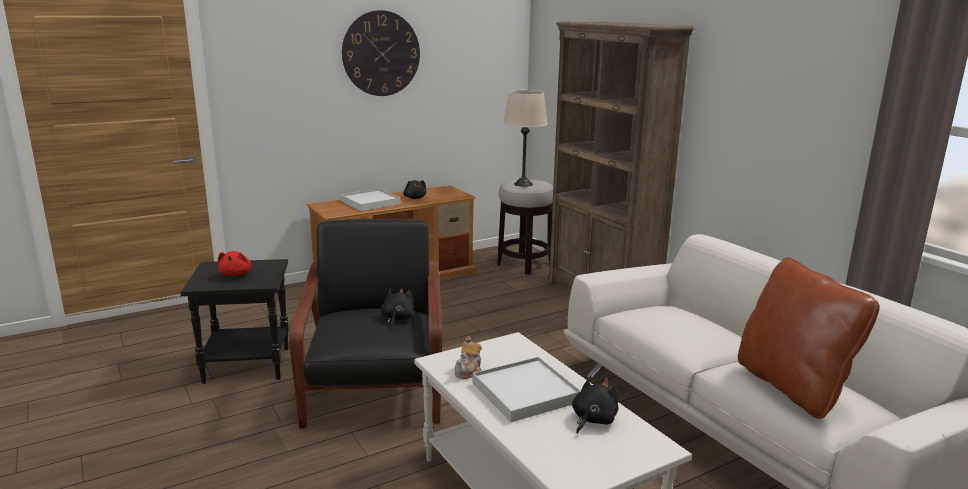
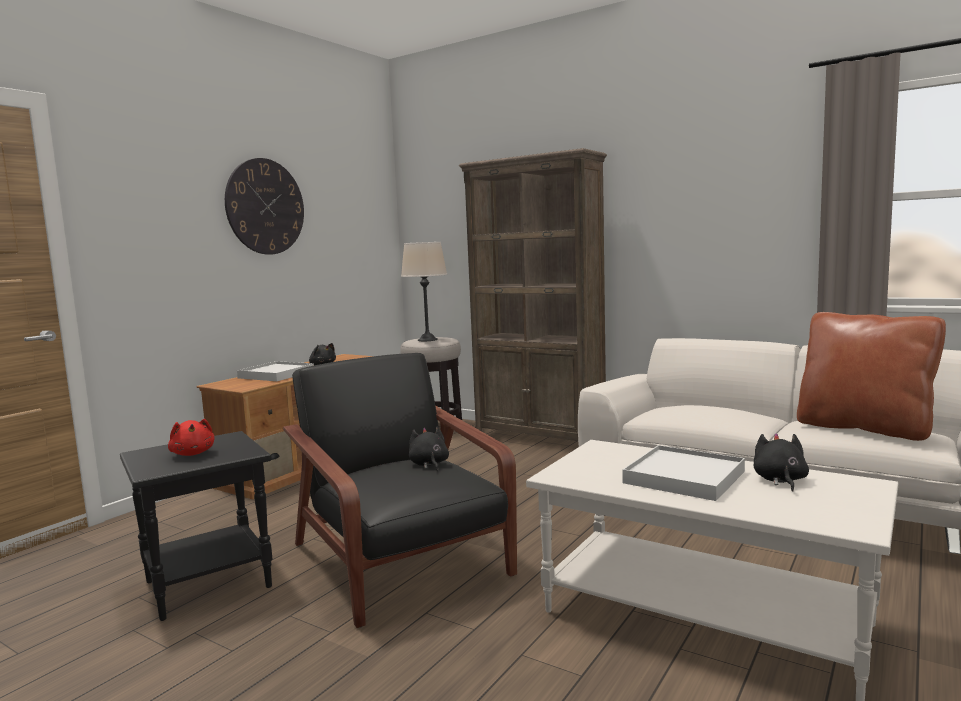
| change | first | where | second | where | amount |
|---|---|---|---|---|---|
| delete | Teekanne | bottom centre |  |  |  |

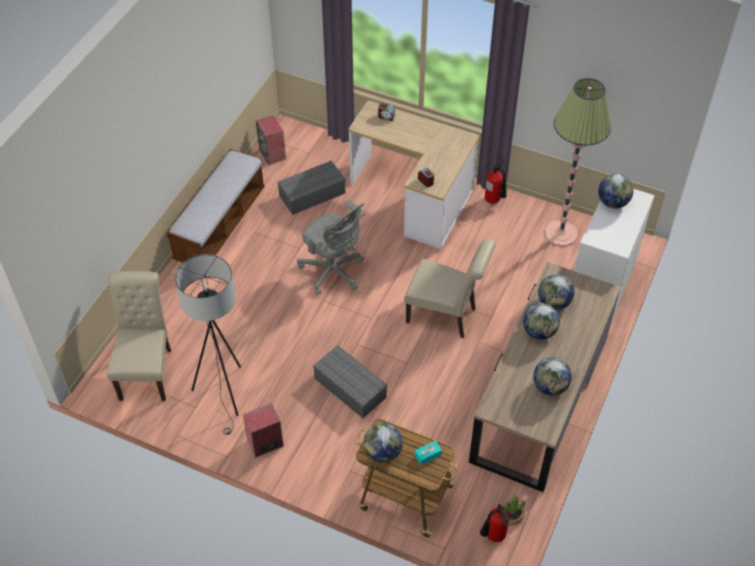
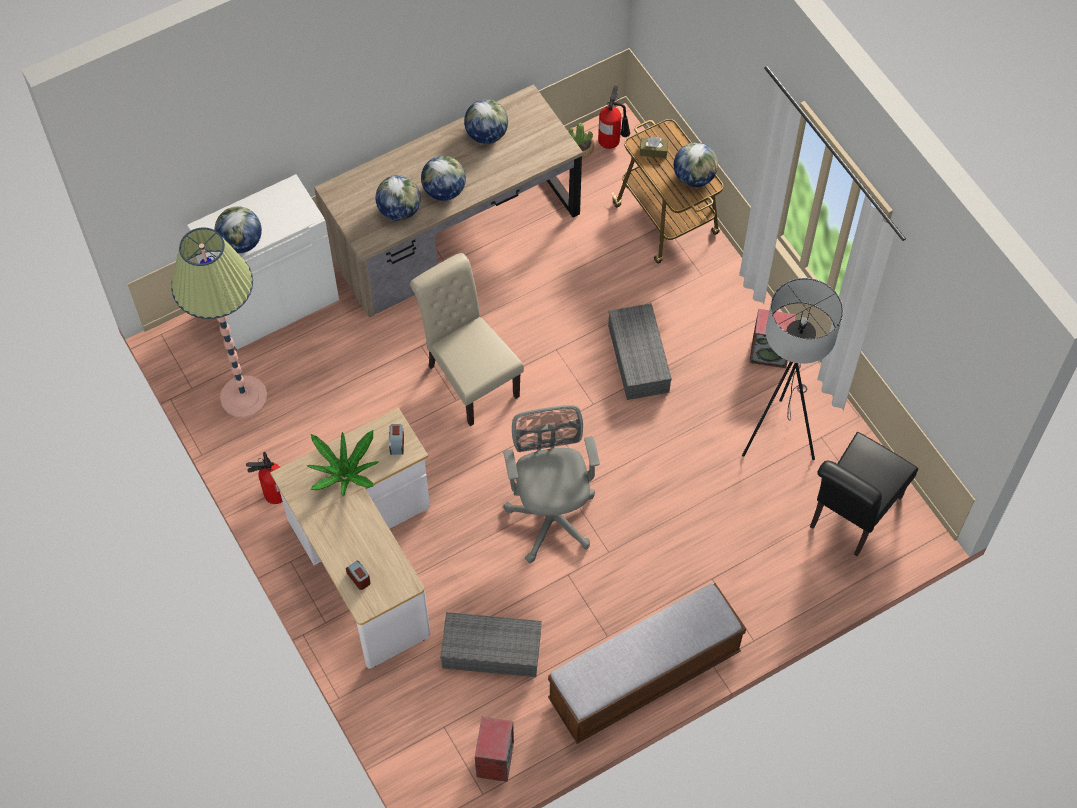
| change | first | where | second | where | amount |
|---|---|---|---|---|---|
| recolor | Stuhl/beige (1st from left) | middle left | Stuhl/schwarz | middle right |  |
| recolor | Taschentuchbox/türkis | bottom centre | Taschentuchbox/braun | top centre |  |
| insert |  |  | Topfpflanze (1st from left) | middle left |  |

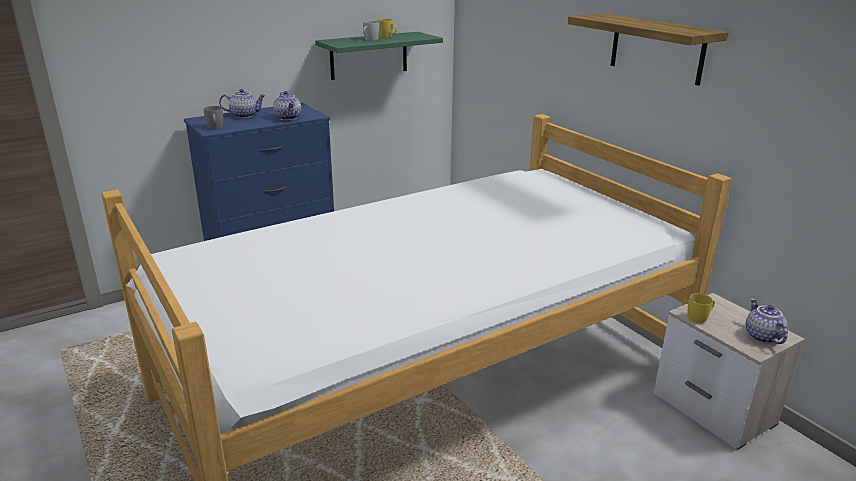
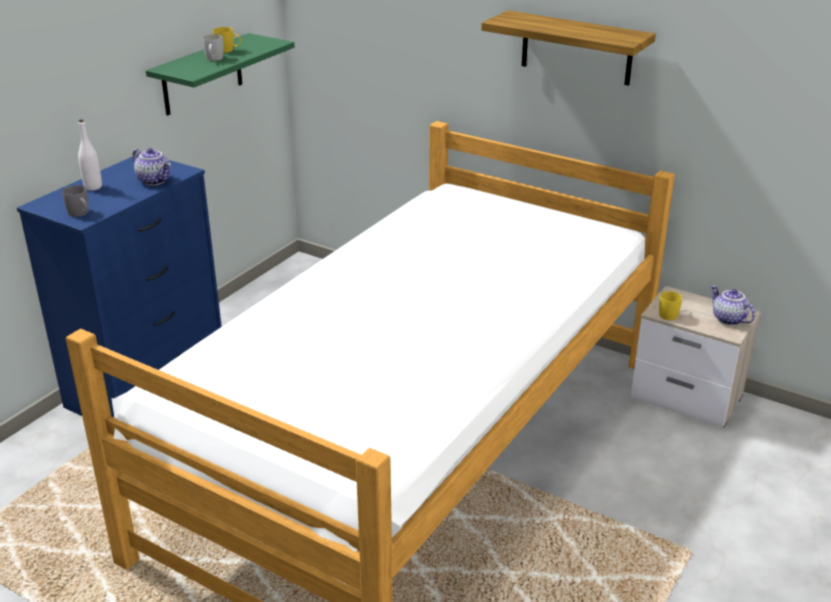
| change | first | where | second | where | amount |
|---|---|---|---|---|---|
| replace | Teekanne (1st from left) | top left | Flasche/weiß | top left |  |

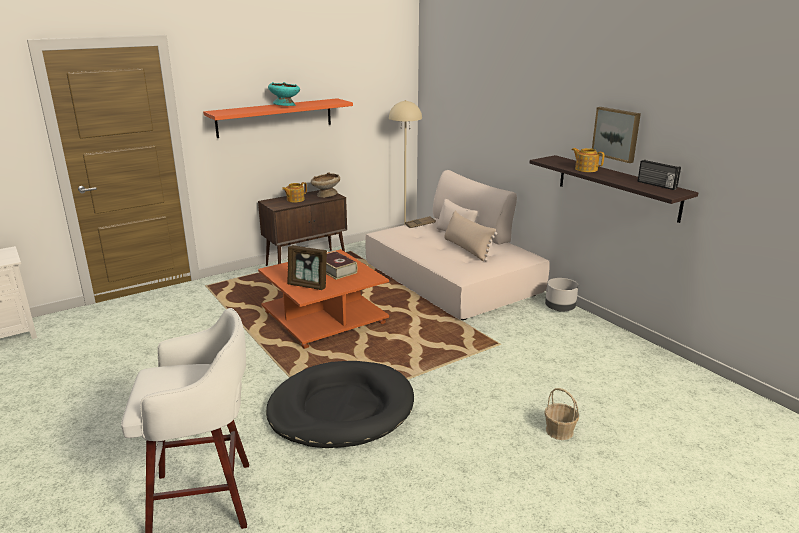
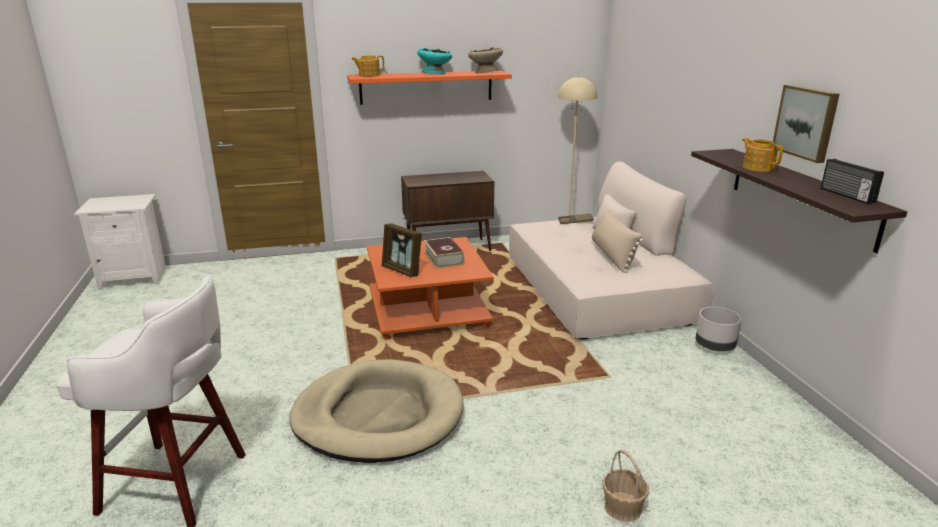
| change | first | where | second | where | amount |
|---|---|---|---|---|---|
| move | Schüssel/beige | centre |  | top centre |  |
| move | Teekanne (1st from left) | centre |  | top centre |  |
| recolor | Hundebett/schwarz | bottom centre | Hundebett/beige | bottom centre |  |

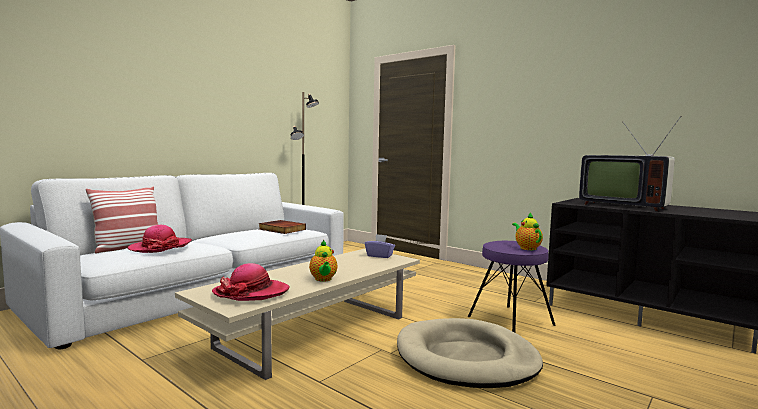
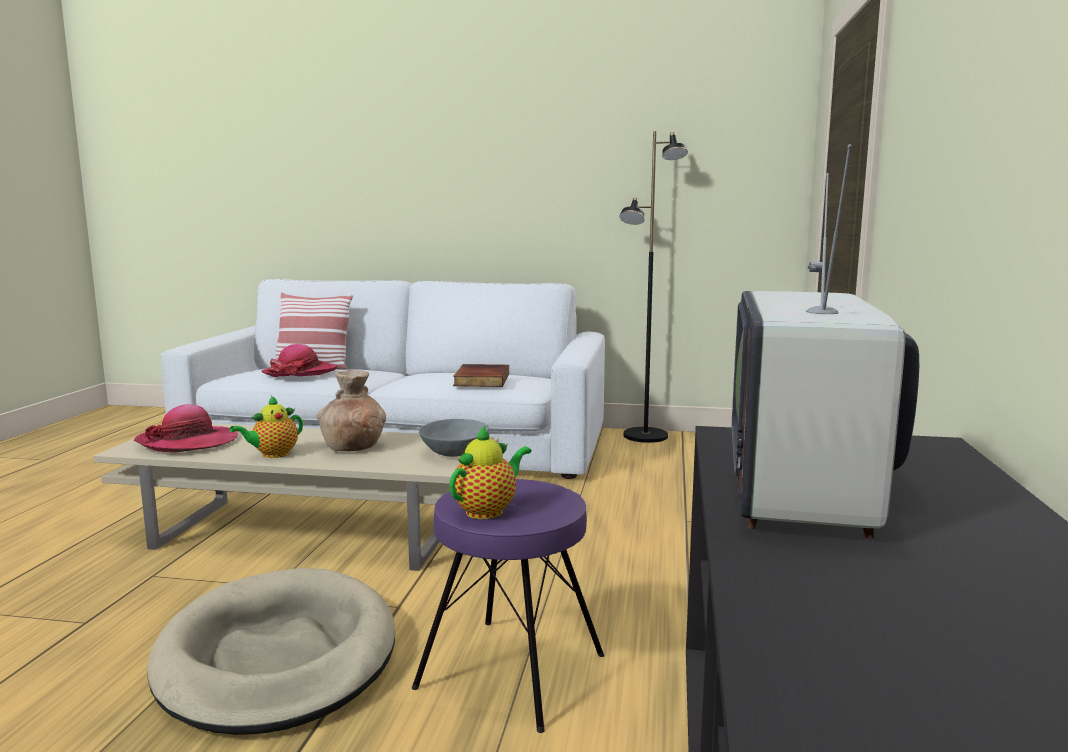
| change | first | where | second | where | amount |
|---|---|---|---|---|---|
| replace | Taschentuchbox/lila | centre | Schüssel/grau | centre |  |
| insert |  |  | Vase/braun | middle left |  |

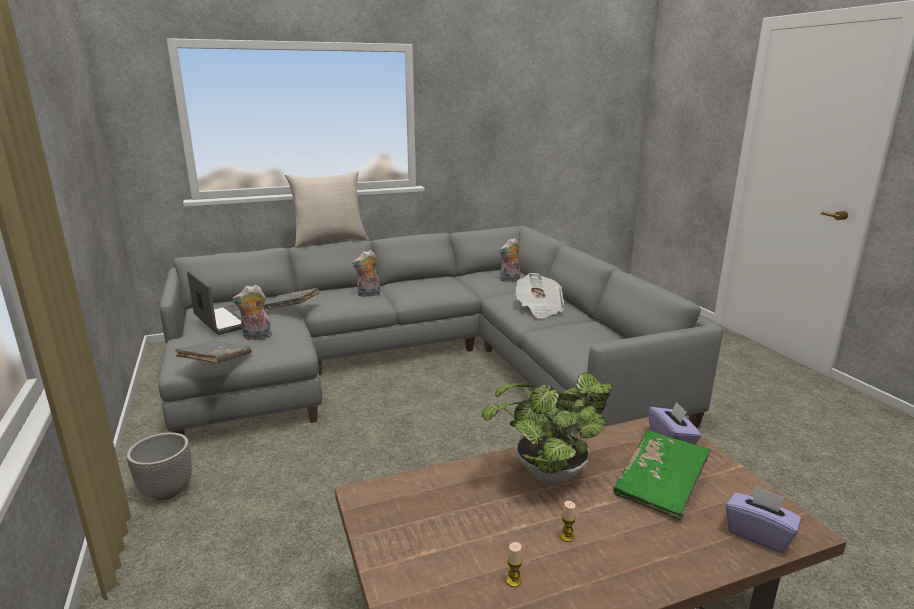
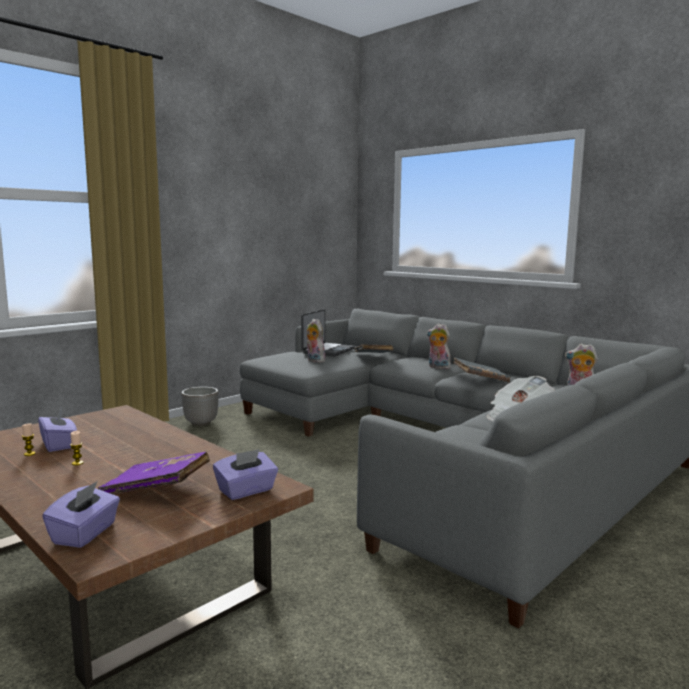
| change | first | where | second | where | amount |
|---|---|---|---|---|---|
| delete | Kissen/beige | centre |  |  |  |
| move | Buch/grau (1st from left in the first image) | middle left | Buch/grau (2nd from left) | middle right |  |
| delete | Topfpflanze | bottom centre |  |  |  |
| recolor | Buch/grün | bottom right | Buch/lila | bottom left |  |
| insert |  |  | Taschentuchbox/lila (1st from left) | middle left |  |

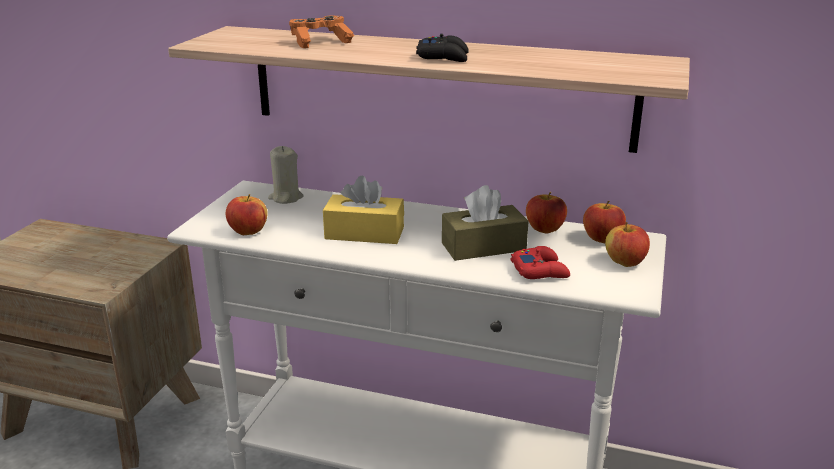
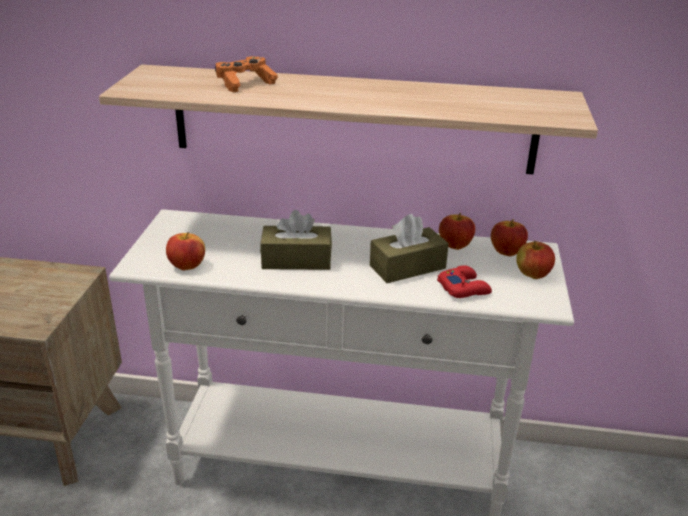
| change | first | where | second | where | amount |
|---|---|---|---|---|---|
| delete | Gamepad/schwarz | top centre |  |  |  |
| delete | Kerze/beige | centre |  |  |  |
| recolor | Taschentuchbox/gelb | centre | Taschentuchbox/braun (1st from left) | centre |  |

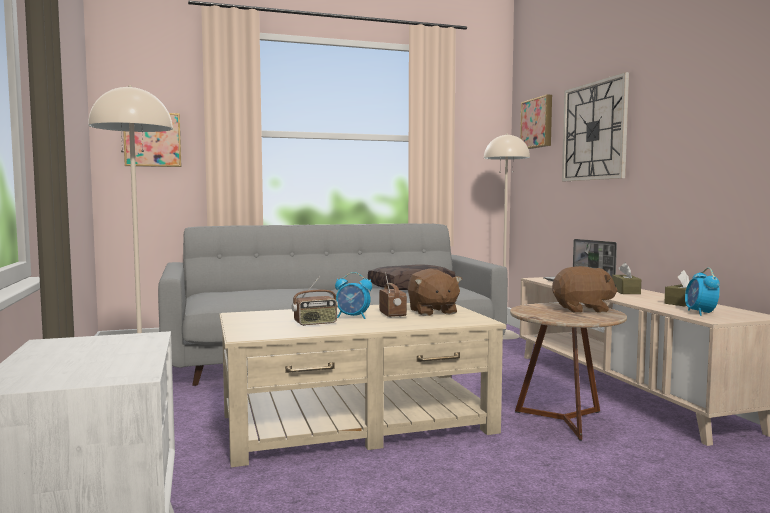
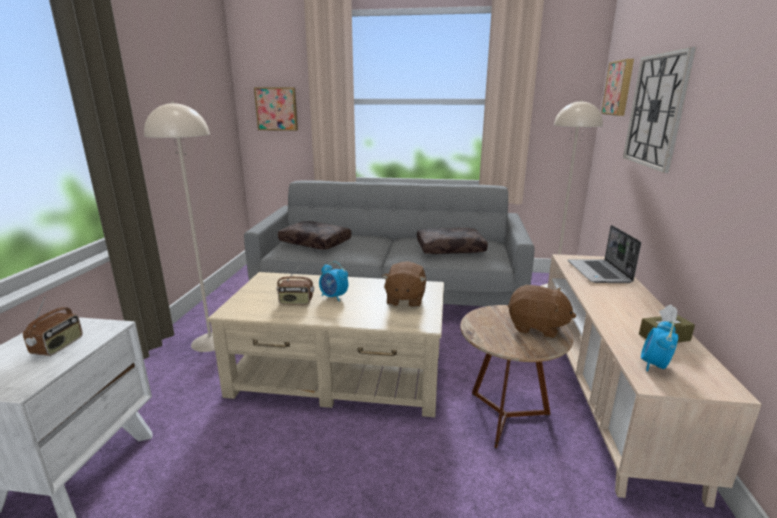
| change | first | where | second | where | amount |
|---|---|---|---|---|---|
| delete | Taschentuchbox/braun (1st from left) | middle right |  |  |  |
| move | Radio (2nd from left in the first image) | centre | Radio (1st from left) | middle left |  |
| insert |  |  | Kissen/braun (1st from left) | centre |  |

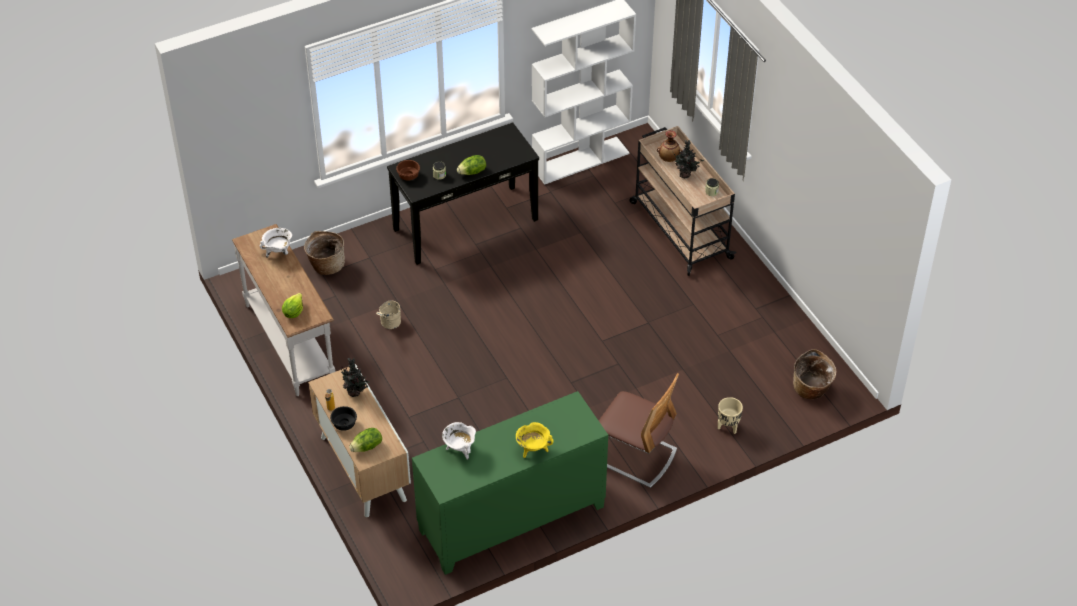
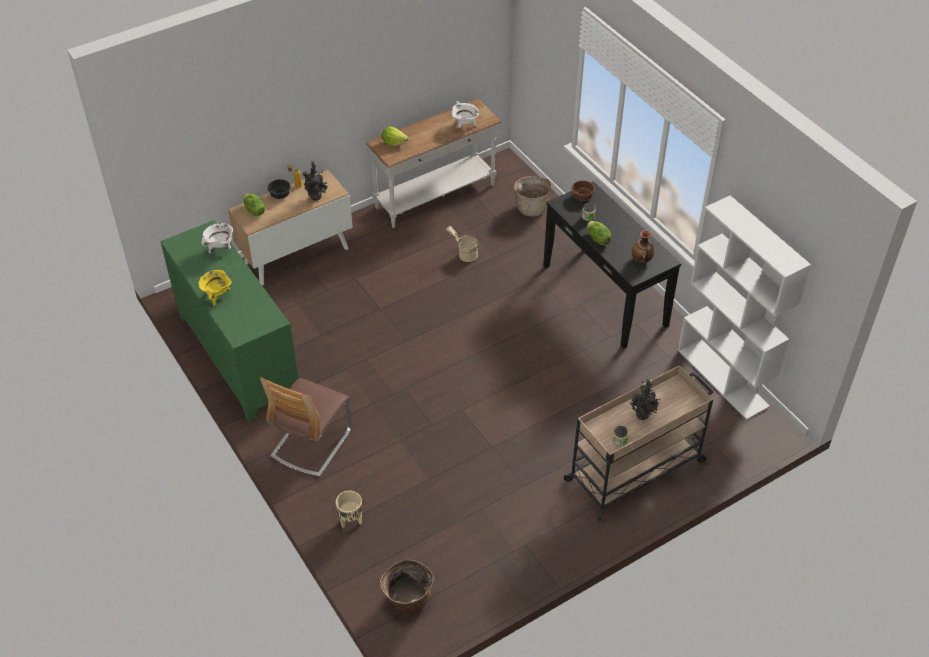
| change | first | where | second | where | amount |
|---|---|---|---|---|---|
| move | Vase | top centre |  | middle right |  |

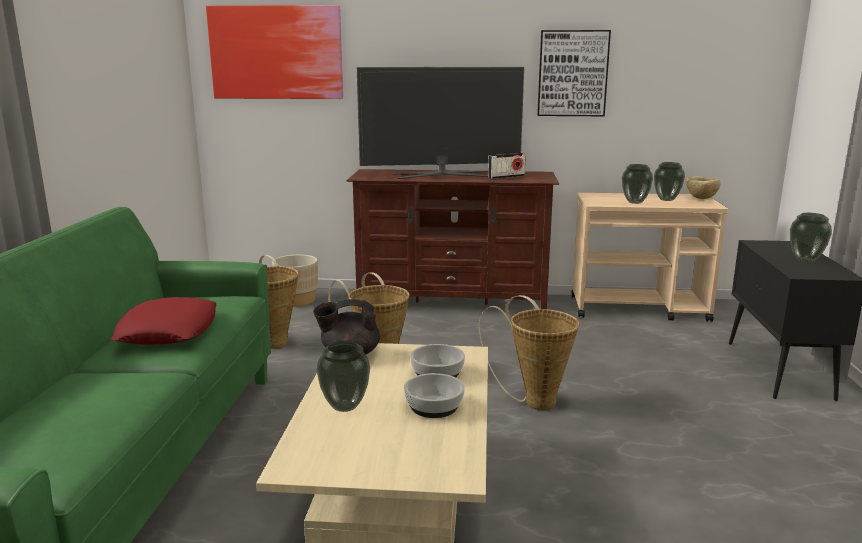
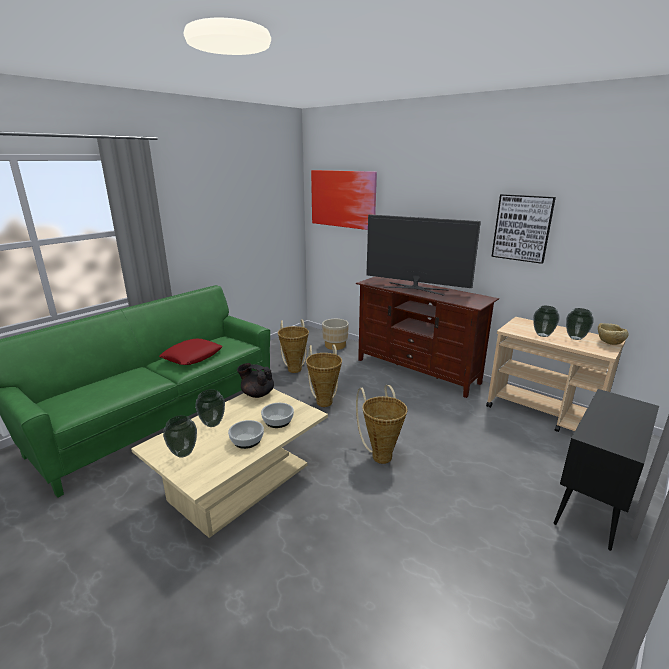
| change | first | where | second | where | amount |
|---|---|---|---|---|---|
| delete | Radio | top centre |  |  |  |
| move | Vase (4th from left in the first image) | middle right | Vase (1st from left) | middle left |  |

